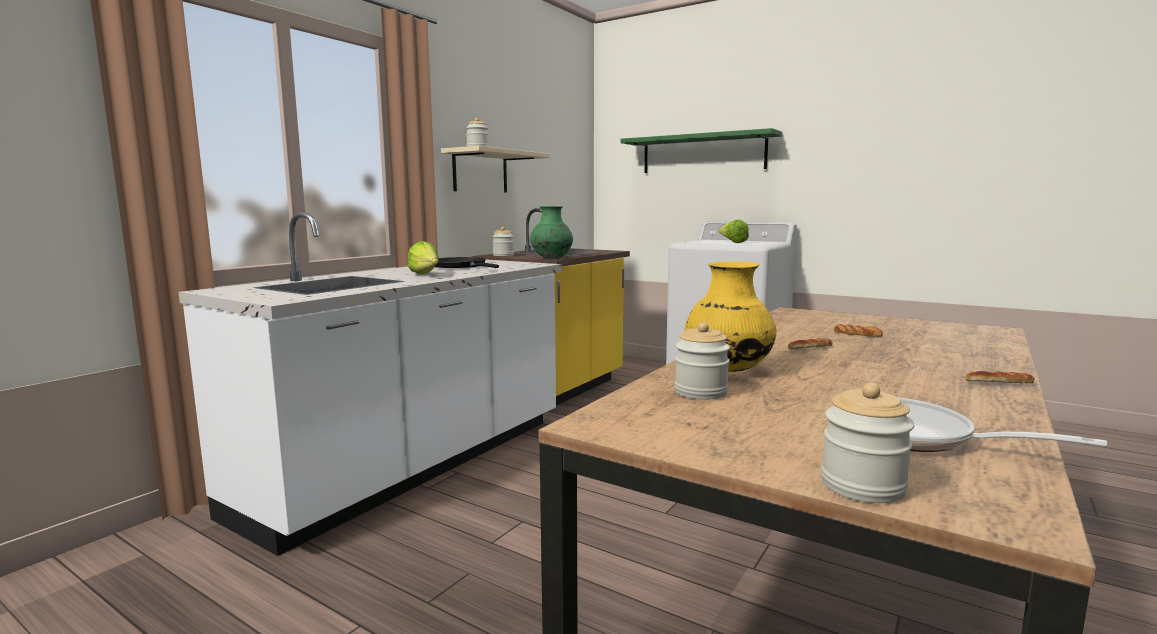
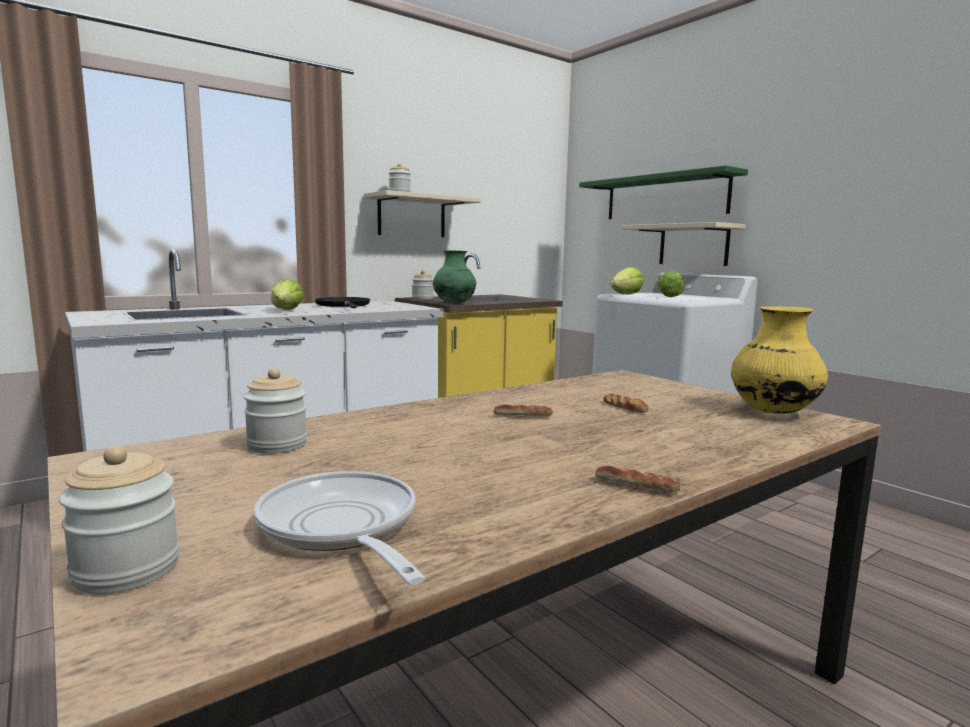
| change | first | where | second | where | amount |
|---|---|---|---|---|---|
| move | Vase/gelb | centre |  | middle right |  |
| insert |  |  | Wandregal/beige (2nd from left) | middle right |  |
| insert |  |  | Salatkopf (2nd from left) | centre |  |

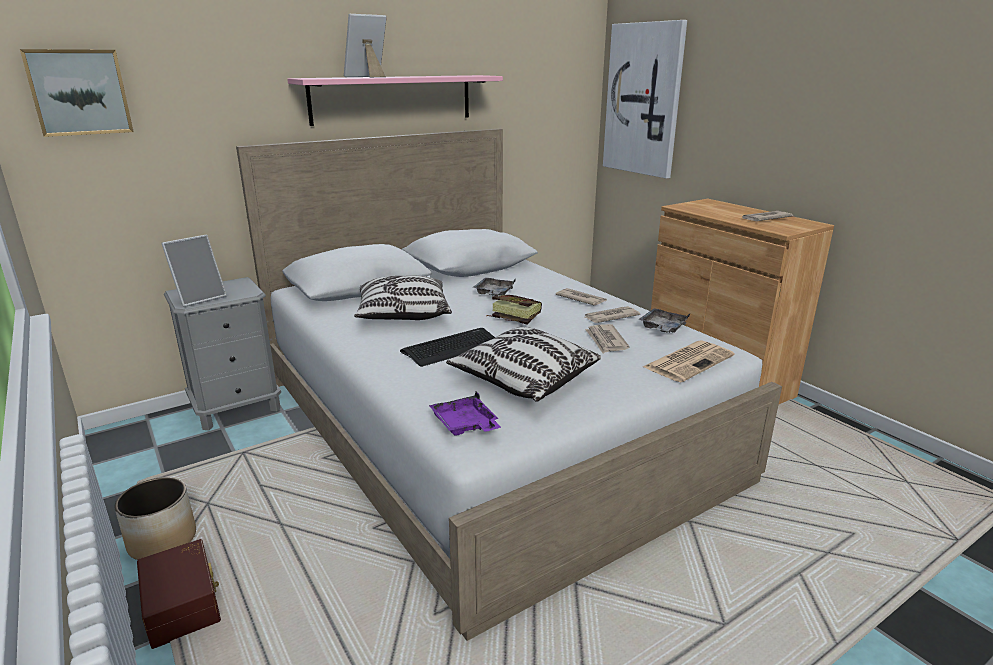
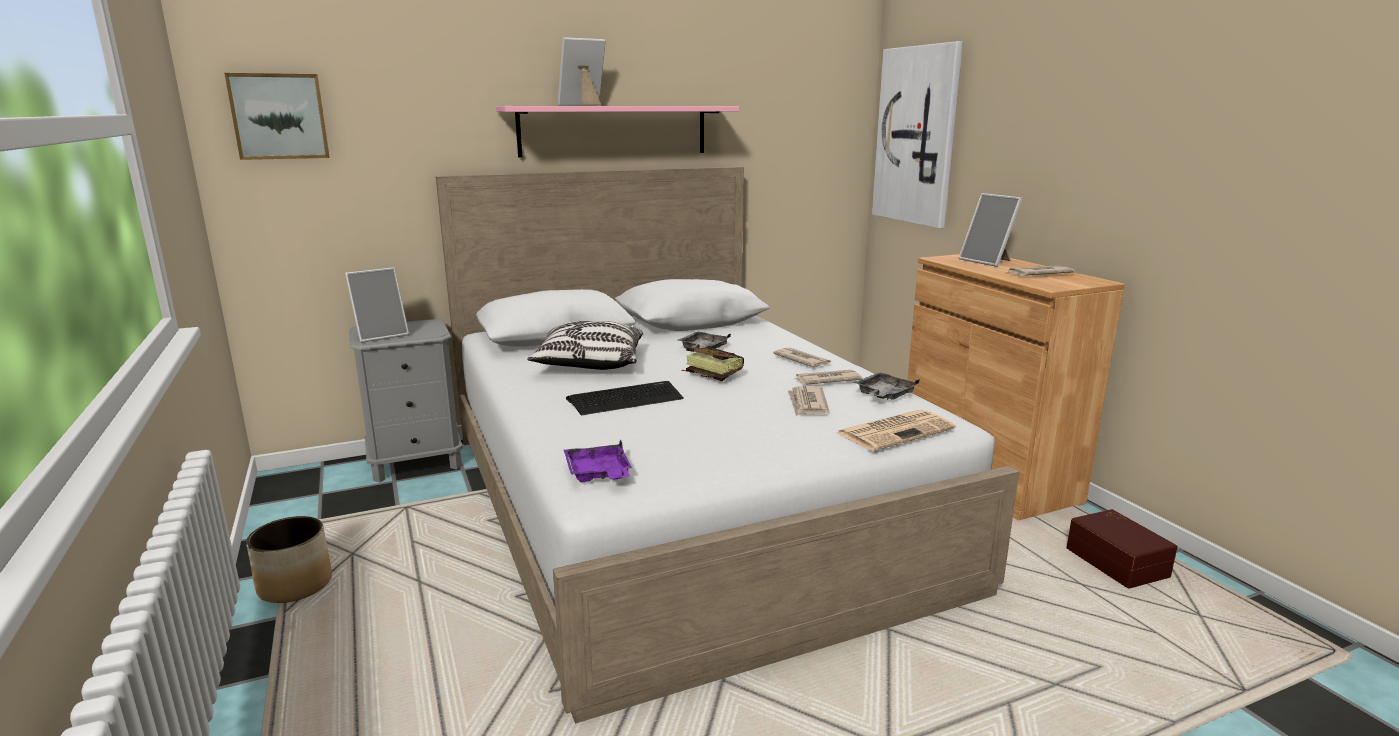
| change | first | where | second | where | amount |
|---|---|---|---|---|---|
| delete | Kissen (2nd from left) | centre |  |  |  |
| move | Aufbewahrungsbox/braun | bottom left |  | bottom right |  |
| insert |  |  | Bilderrahmen (3rd from left) | top right |  |

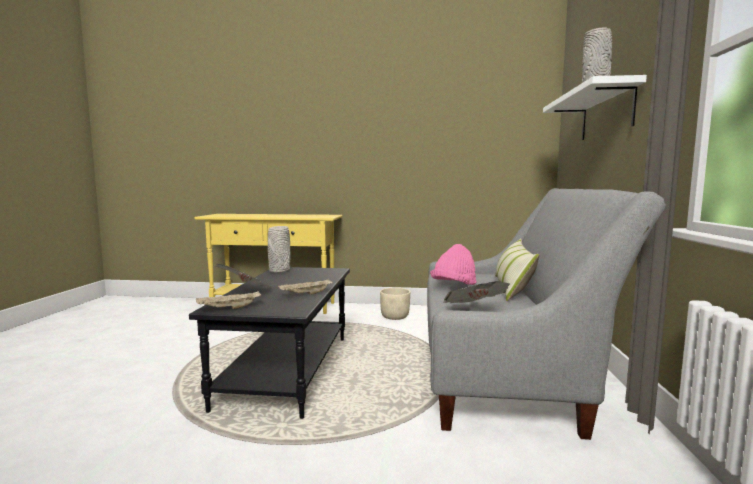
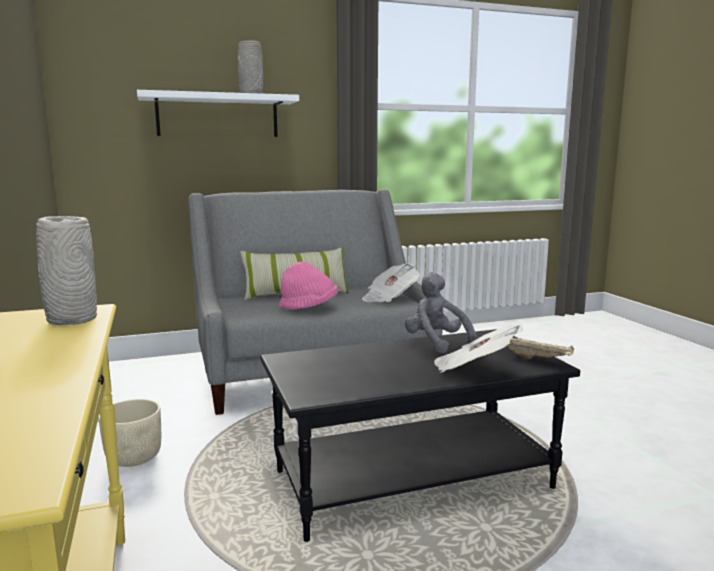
| change | first | where | second | where | amount |
|---|---|---|---|---|---|
| move | Vase/grau (1st from left) | centre |  | middle left |  |
| replace | Tablett/beige (2nd from left) | centre | Plüschtier/grau | centre |  |

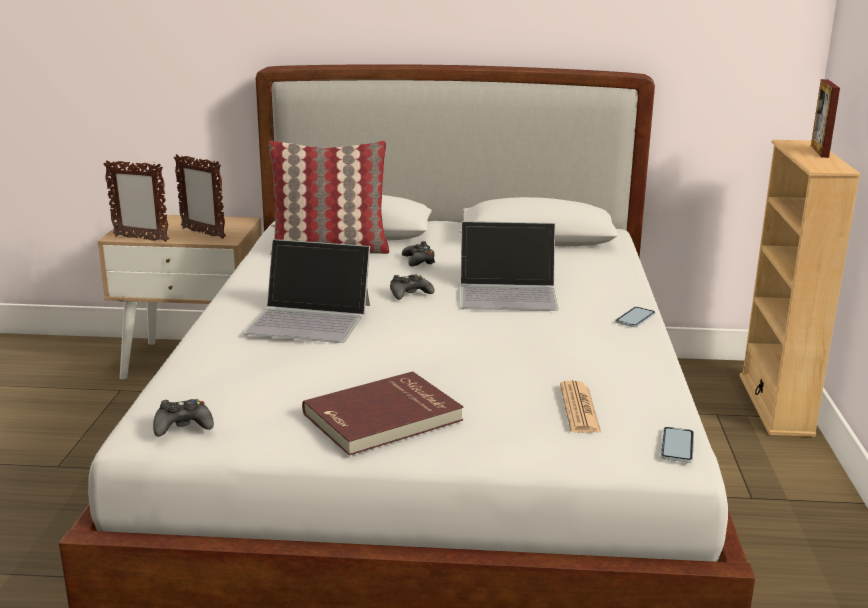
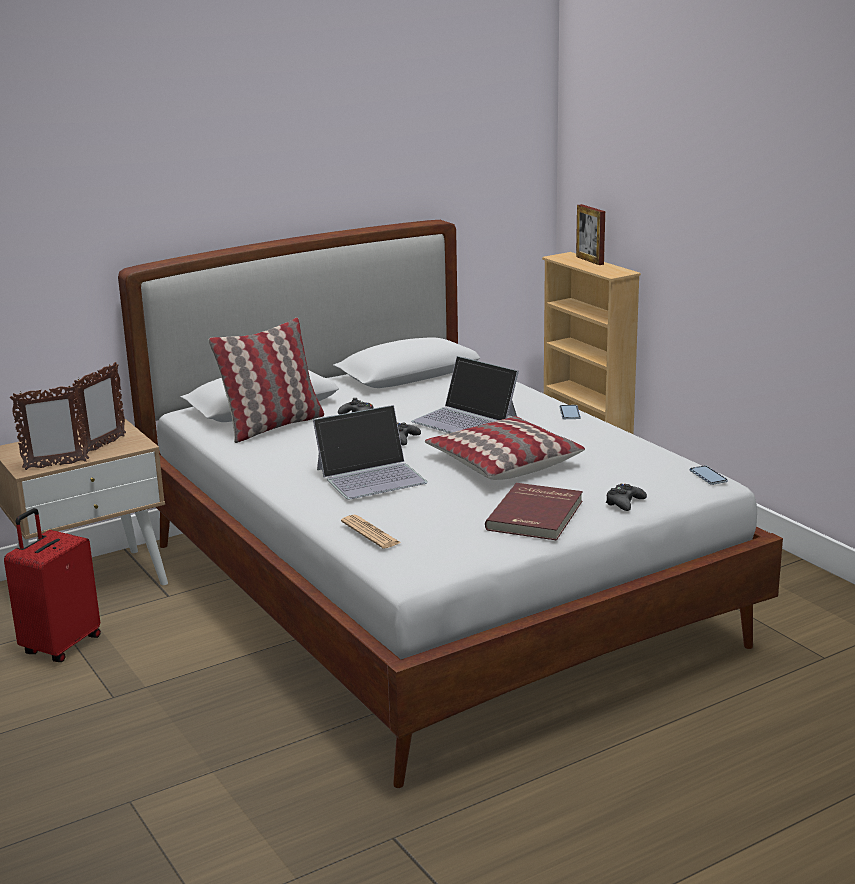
| change | first | where | second | where | amount |
|---|---|---|---|---|---|
| rotate | Bilderrahmen (2nd from left) | top left |  | middle left | 60 degrees counterclockwise |
| rotate | Laptop (2nd from left) | centre |  | centre | 75 degrees clockwise |
| move | Zeitung | bottom right |  | centre |  |
| move | Gamepad/schwarz (1st from left in the first image) | bottom left | Gamepad/schwarz (3rd from left) | middle right |  |
| insert |  |  | Kissen (2nd from left) | centre |  |
| insert |  |  | Koffer/rot | middle left |  |

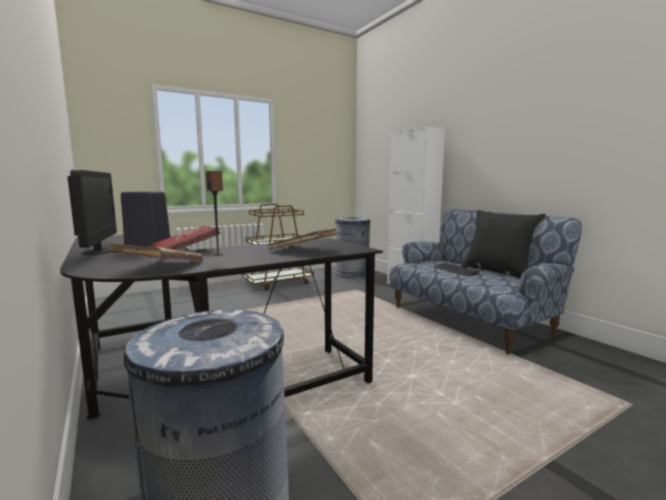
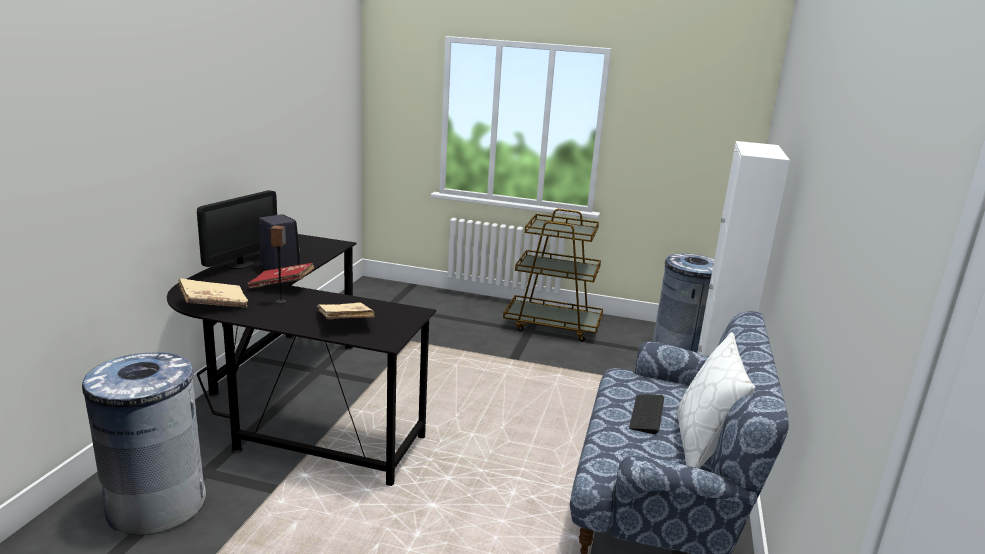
| change | first | where | second | where | amount |
|---|---|---|---|---|---|
| recolor | Kissen/schwarz | middle right | Kissen/weiß | bottom right |  |

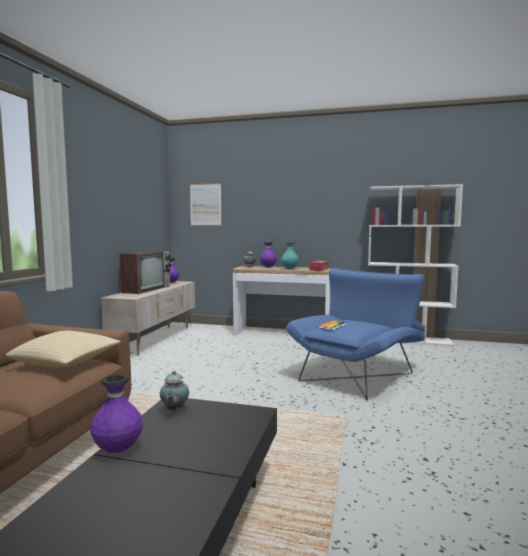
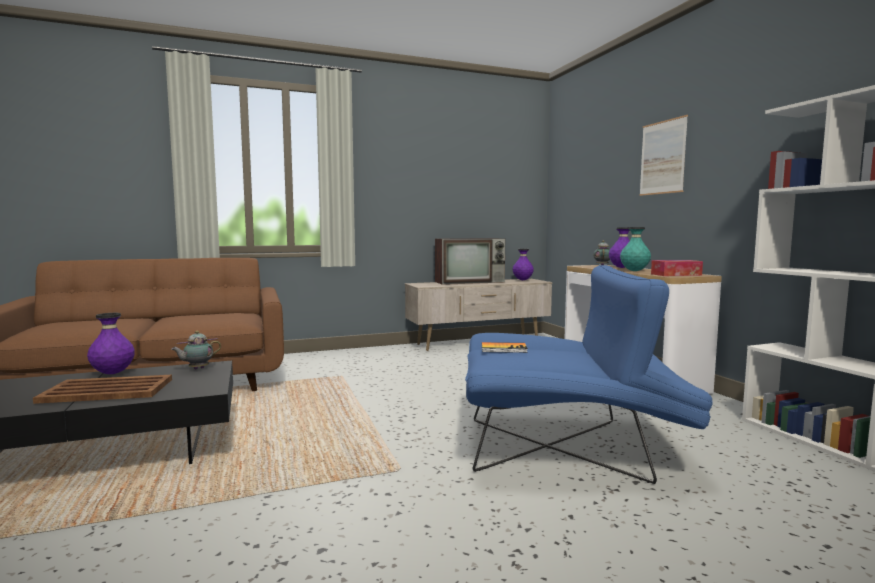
| change | first | where | second | where | amount |
|---|---|---|---|---|---|
| move | Bild | centre |  | top right |  |
| delete | Kissen | middle left |  |  |  |
| insert |  |  | Tablett/braun | bottom left |  |

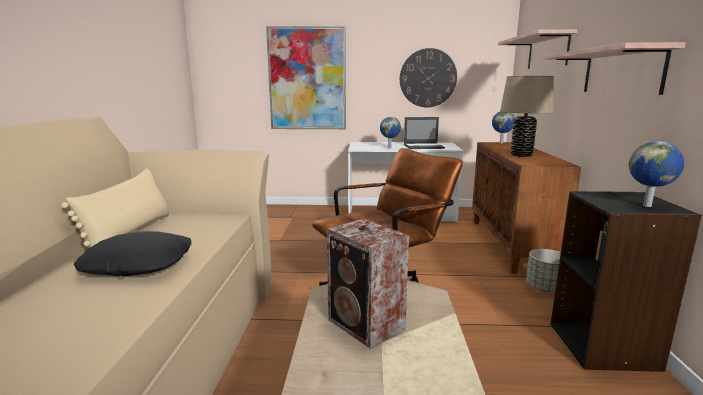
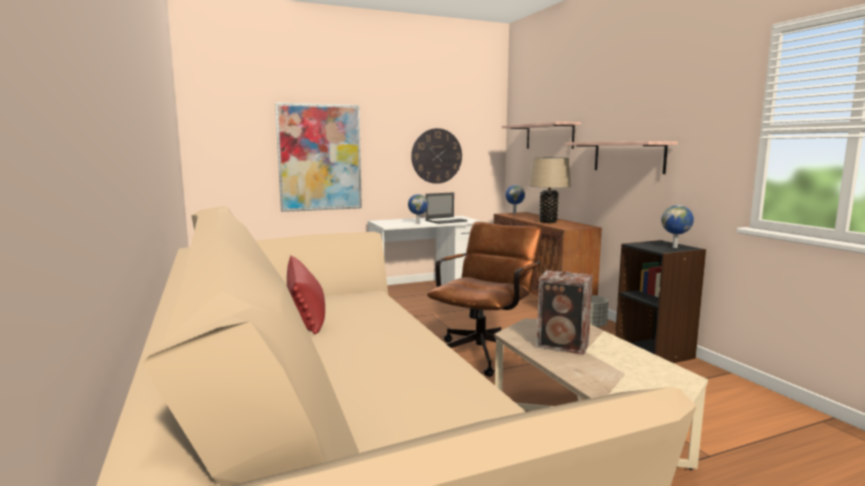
| change | first | where | second | where | amount |
|---|---|---|---|---|---|
| recolor | Kissen/beige | middle left | Kissen/rot | centre |  |
| delete | Kissen/schwarz | middle left |  |  |  |

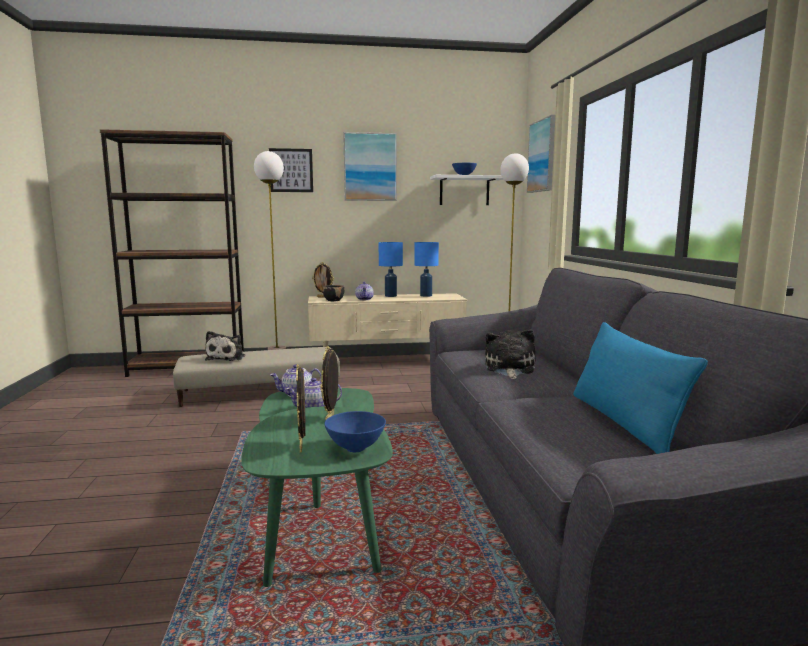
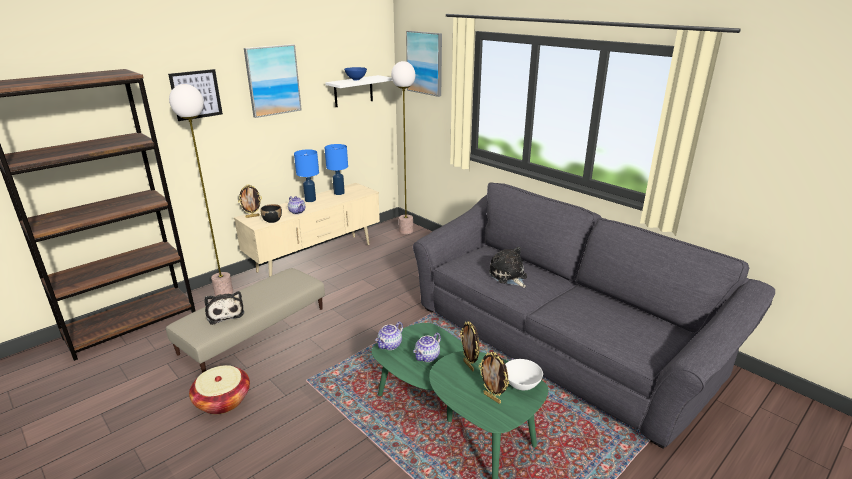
| change | first | where | second | where | amount |
|---|---|---|---|---|---|
| delete | Kissen/blau | middle right |  |  |  |
| recolor | Schüssel/blau (1st from left) | bottom centre | Schüssel/weiß | bottom centre |  |
| insert |  |  | Korb | bottom left |  |

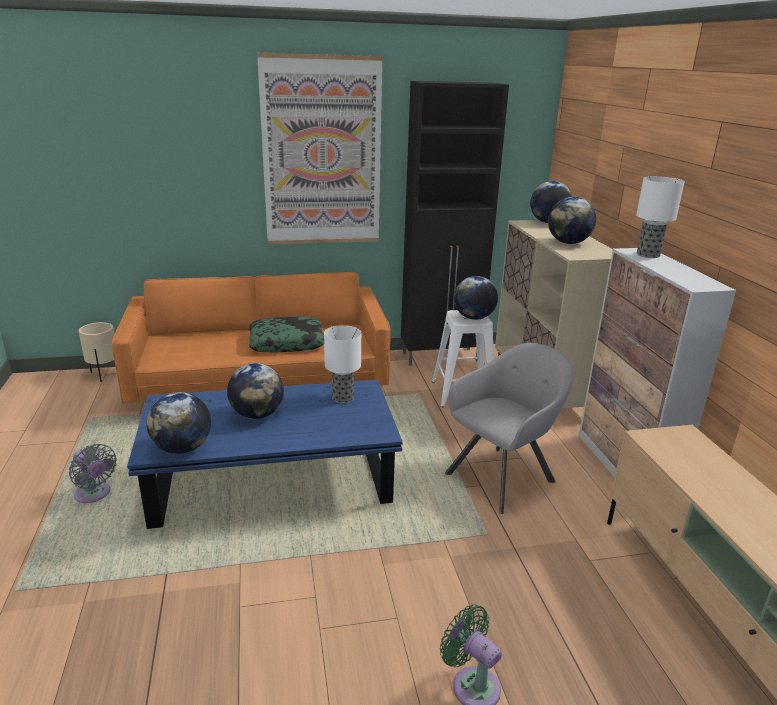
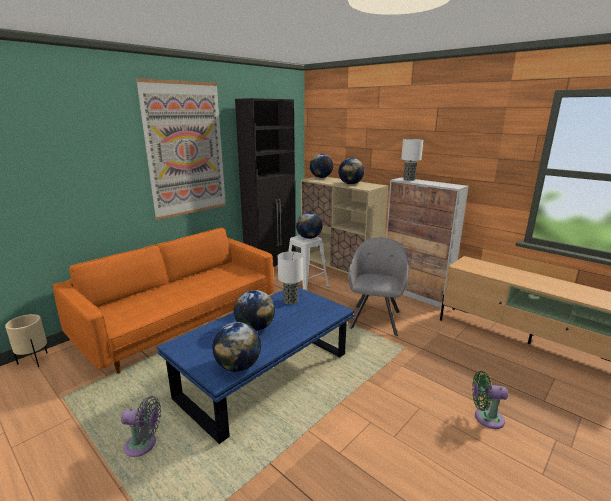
| change | first | where | second | where | amount |
|---|---|---|---|---|---|
| delete | Kissen | centre |  |  |  |

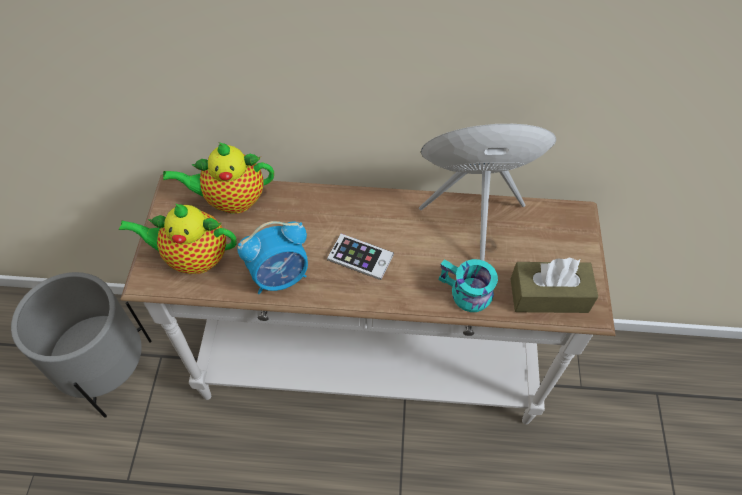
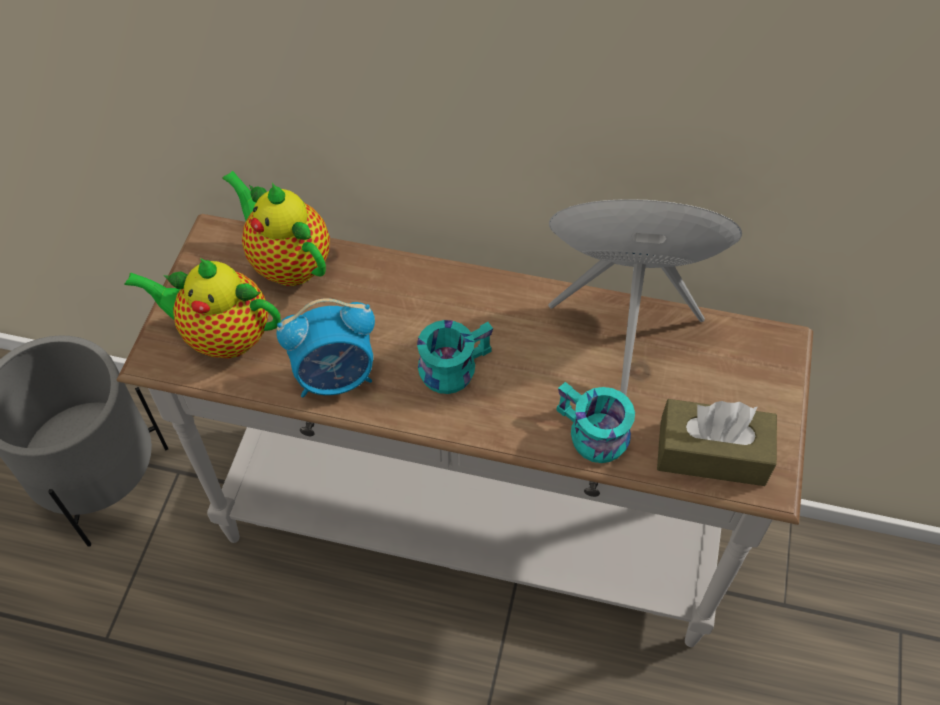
| change | first | where | second | where | amount |
|---|---|---|---|---|---|
| rotate | Teekanne (2nd from left) | middle left |  | top left | 45 degrees clockwise |
| replace | Handy | centre | Henkelbecher/türkis (1st from left) | centre |  |

